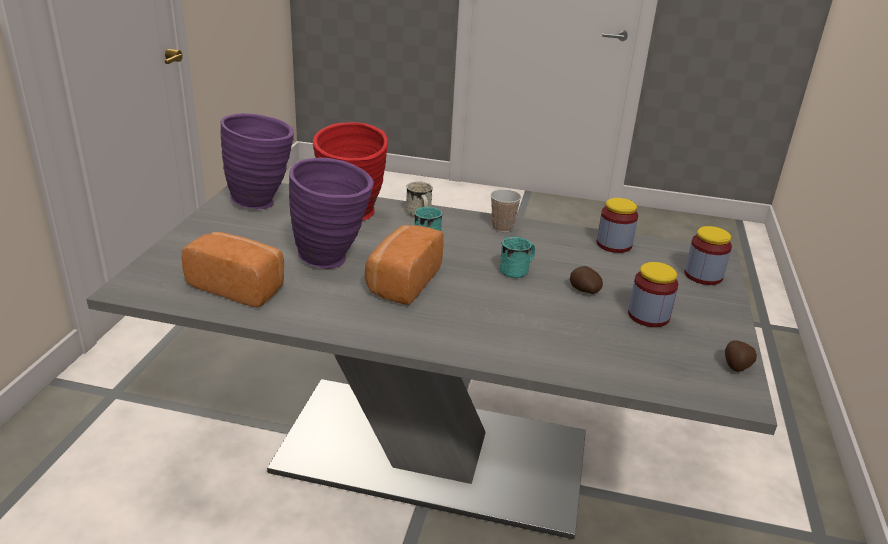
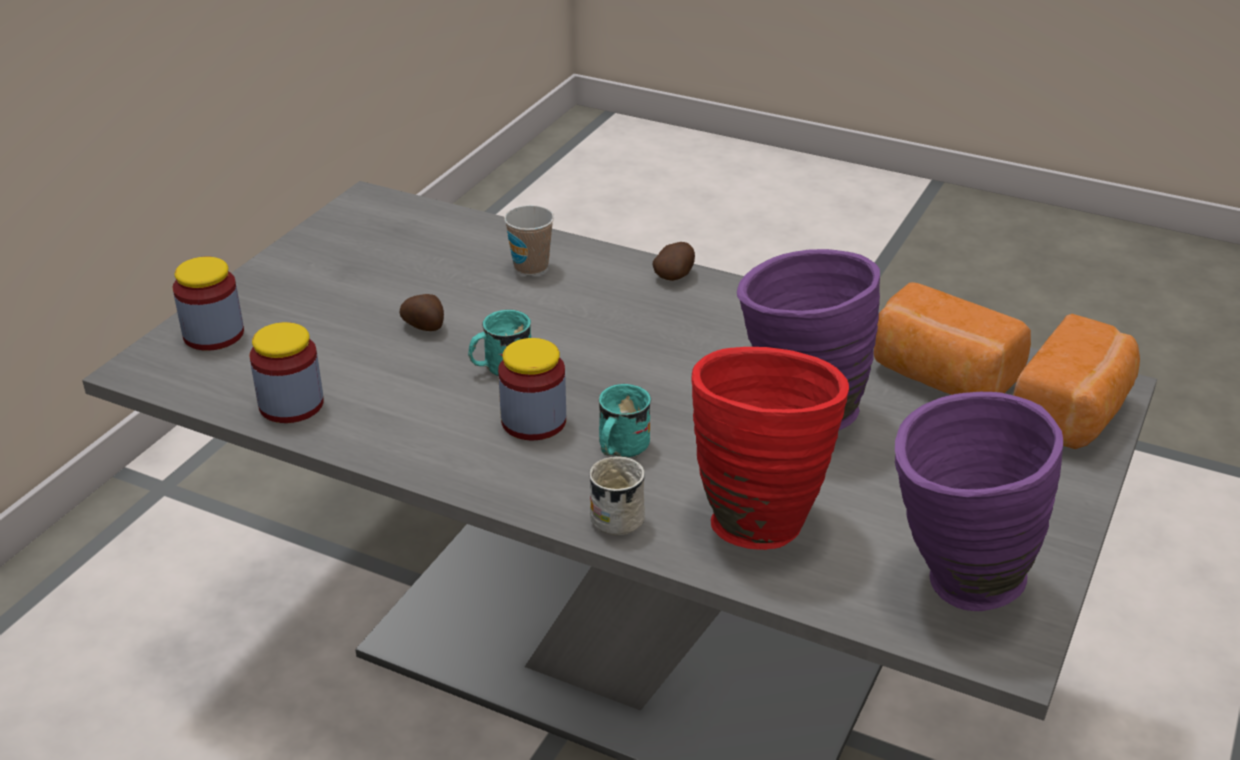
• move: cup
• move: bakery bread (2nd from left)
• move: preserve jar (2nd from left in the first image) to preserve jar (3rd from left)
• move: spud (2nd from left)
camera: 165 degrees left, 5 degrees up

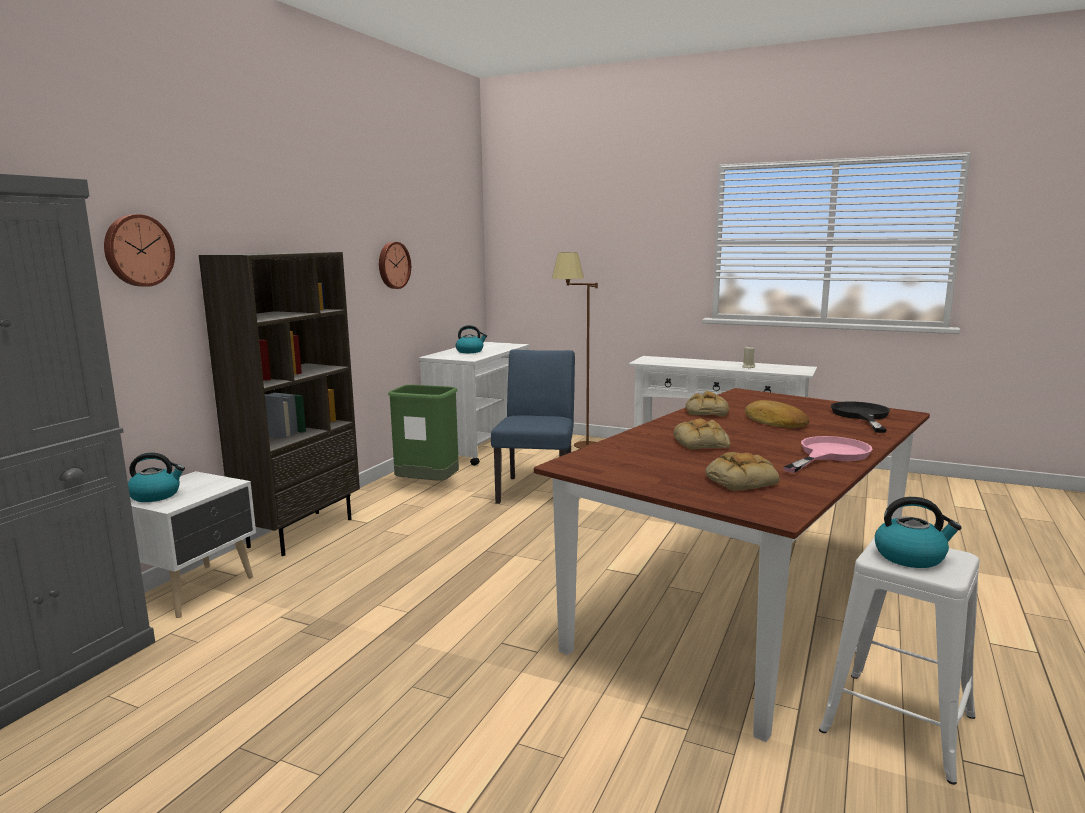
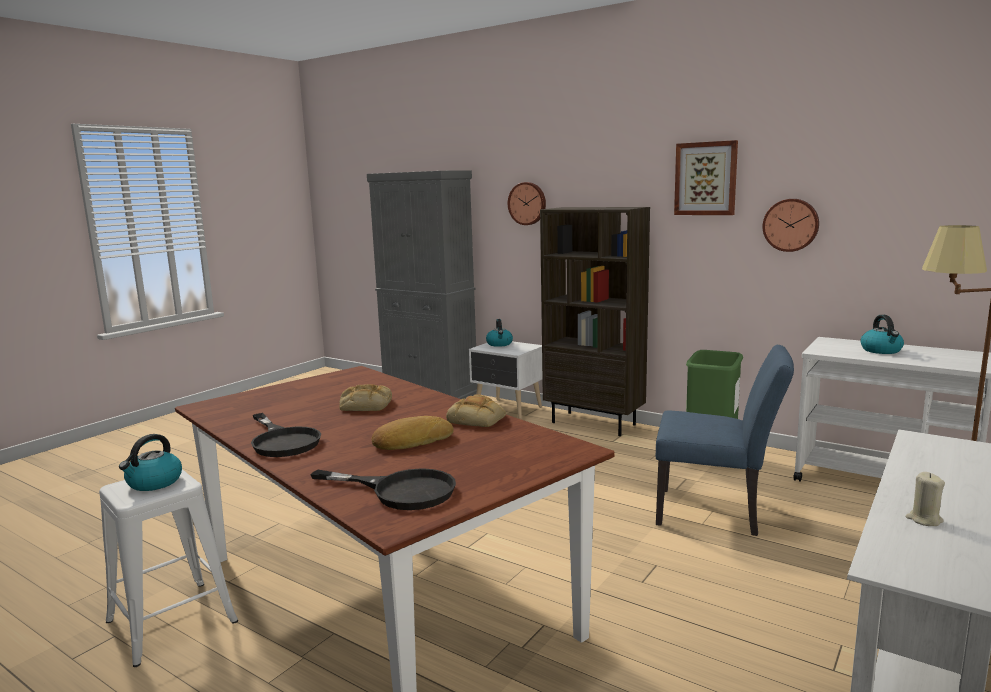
• recolor: pink pan to blackish pan (1st from left)
• delete: bakery bread (3rd from left)
• insert: picture
camera: 100 degrees right, 0 degrees up

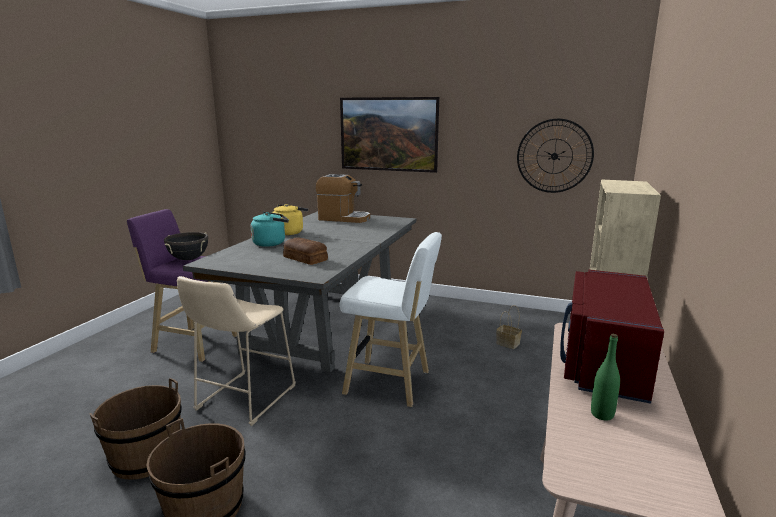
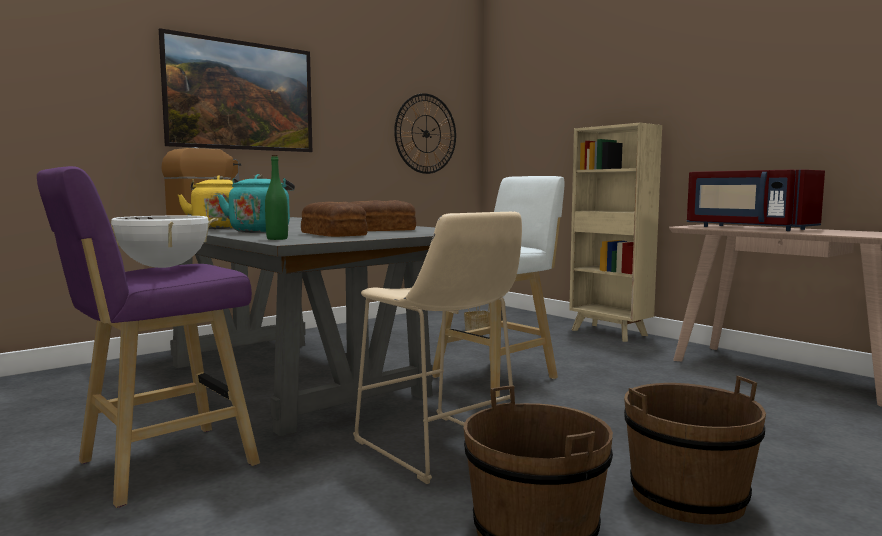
• recolor: blackish stockpot to white-coloured stockpot
• move: greenish beverage bottle
• insert: bakery bread (1st from left)
camera: 60 degrees left, 10 degrees down

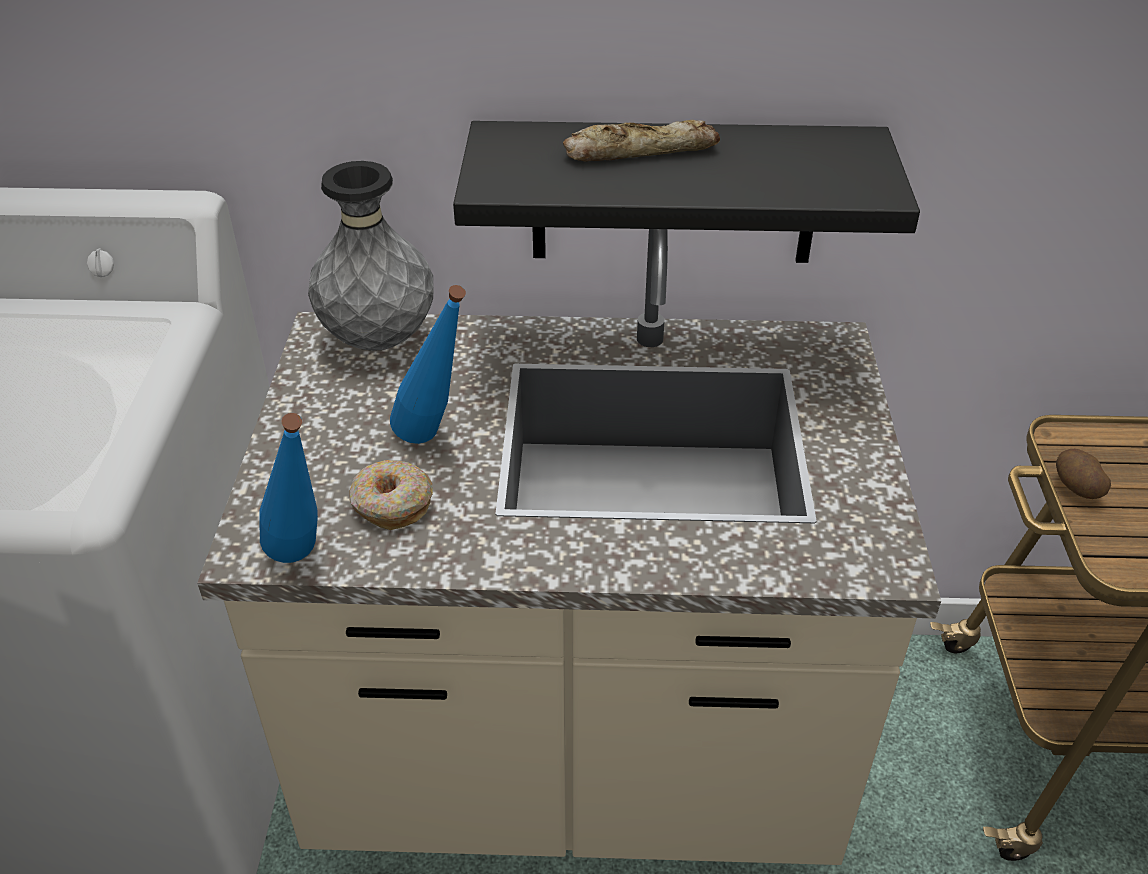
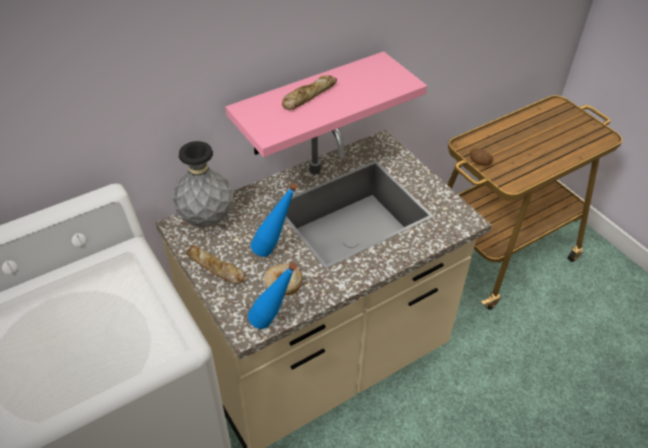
• recolor: blackish wall shelf to pink wall shelf
• insert: bakery bread (1st from left)
camera: 35 degrees left, 5 degrees up

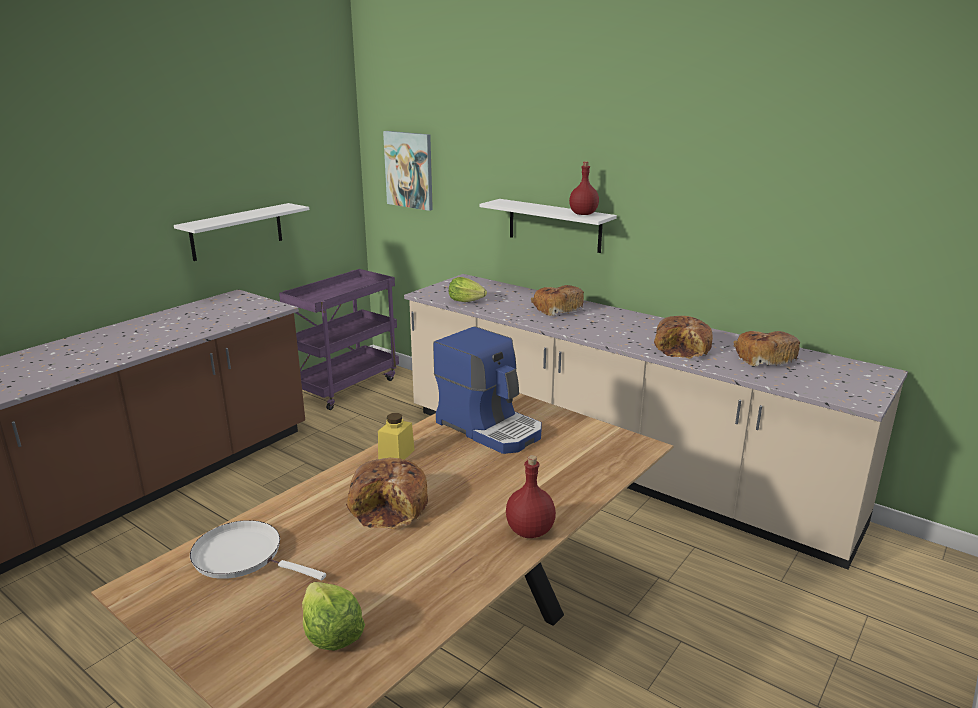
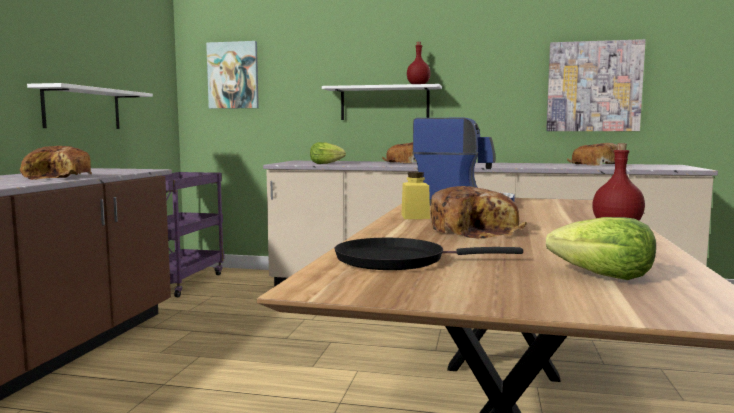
• move: bakery bread (3rd from left in the first image) to bakery bread (1st from left)
• recolor: white-coloured pan to blackish pan
• insert: picture (2nd from left)
camera: 25 degrees left, 15 degrees down

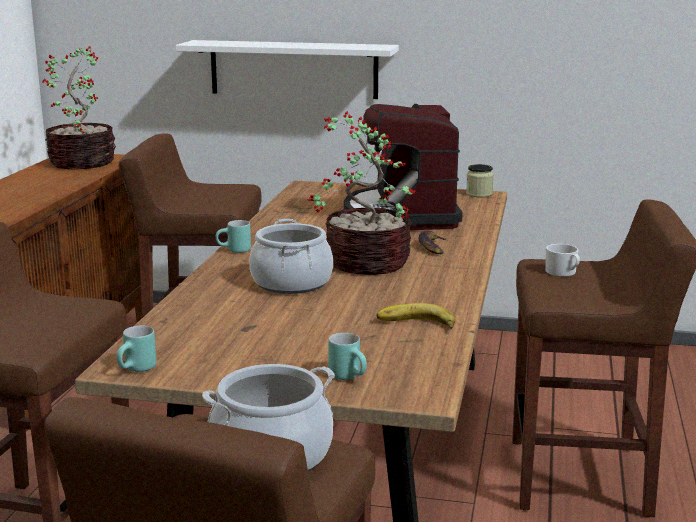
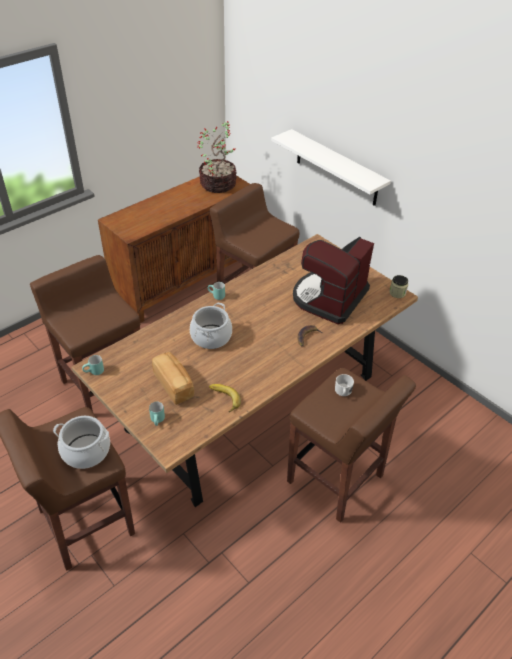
• delete: plant in a pot (2nd from left)
• insert: bakery bread
camera: 35 degrees right, 25 degrees up

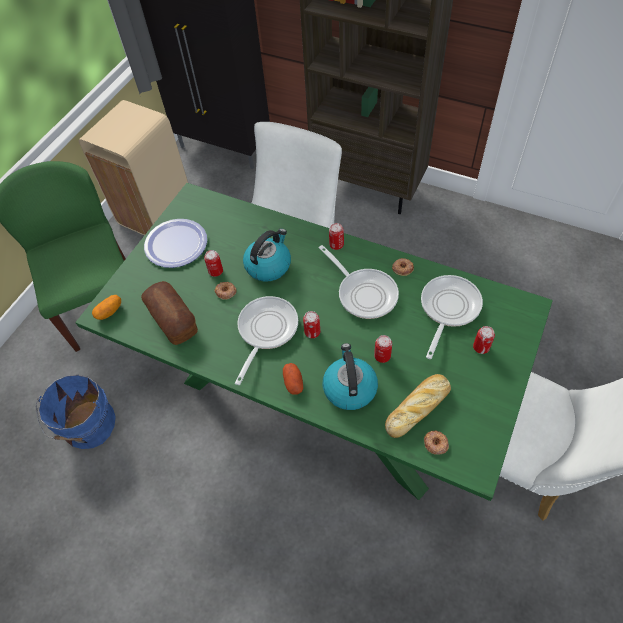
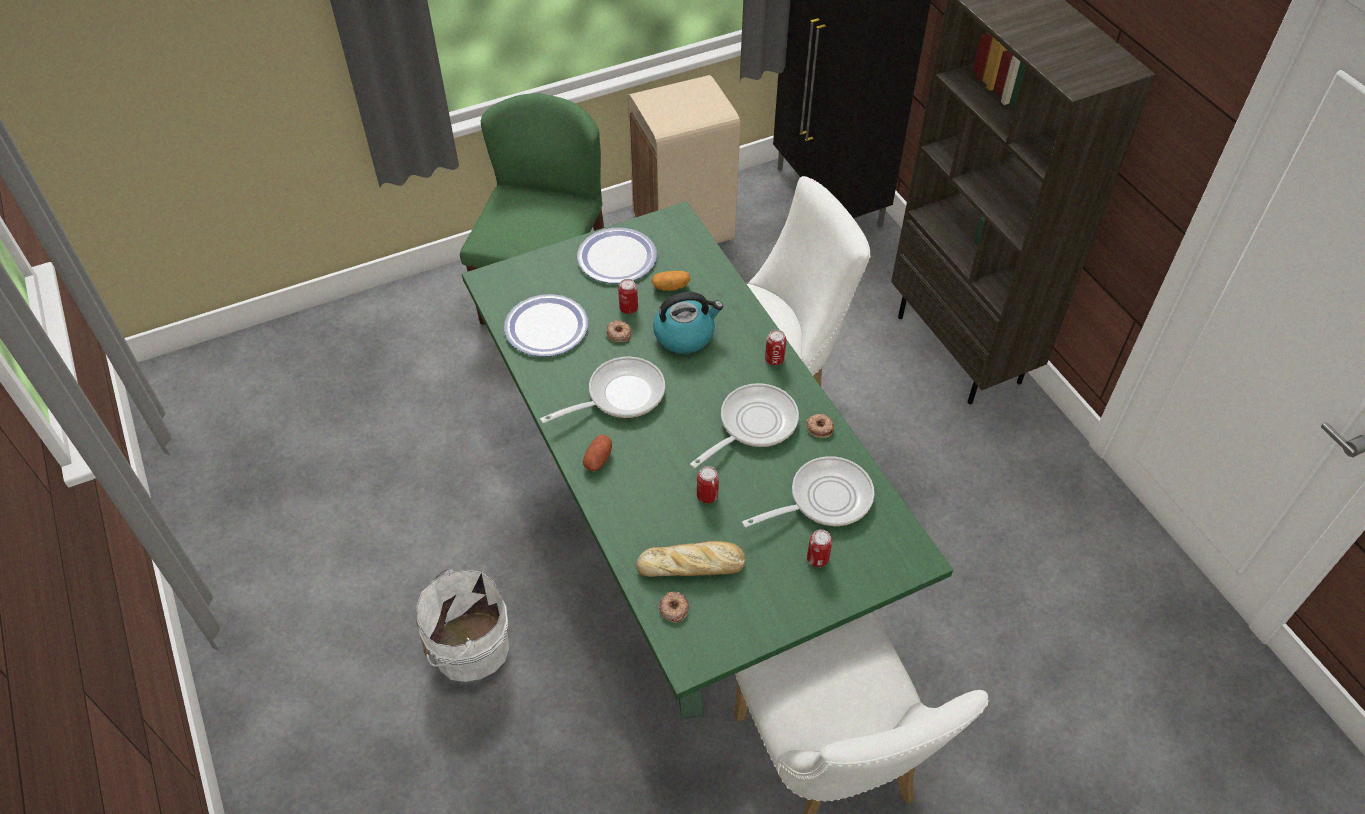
• rotate: pan (2nd from left) 135 degrees counterclockwise
• replace: bakery bread (1st from left) to flat dish (1st from left)
• move: spud (1st from left in the first image) to spud (2nd from left)
• delete: can (2nd from left)
• delete: tea kettle (2nd from left)
• delete: blue bucket
• insert: white-coloured bucket
camera: 35 degrees right, 5 degrees down

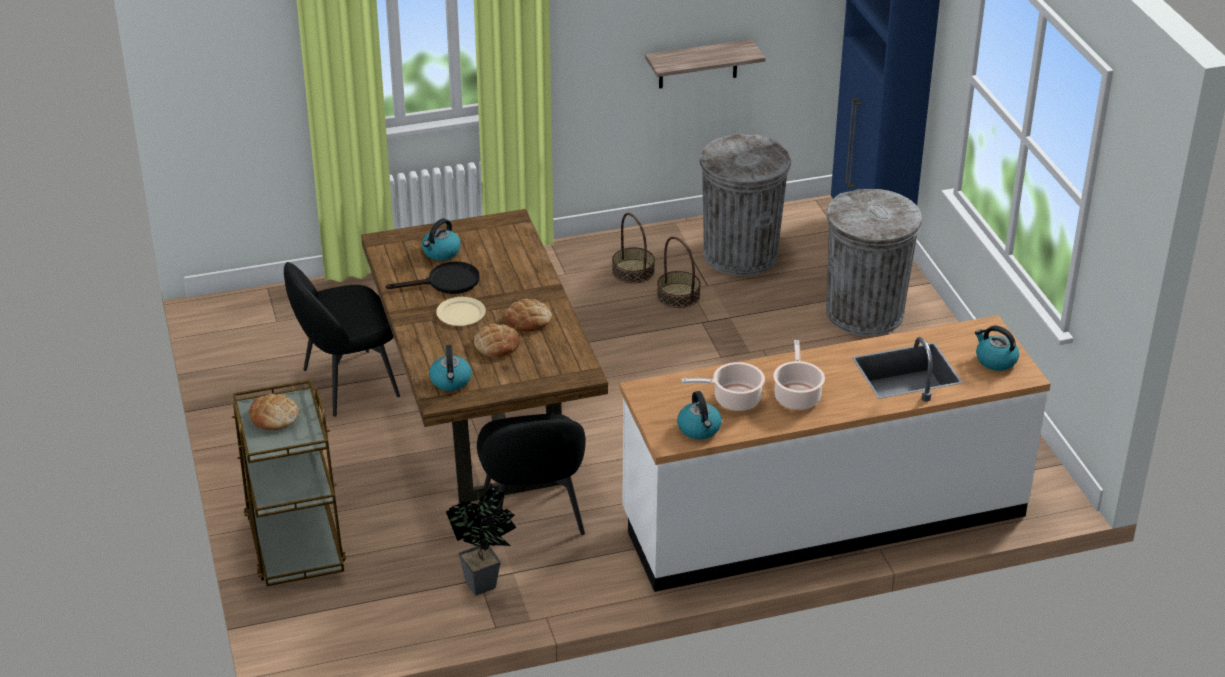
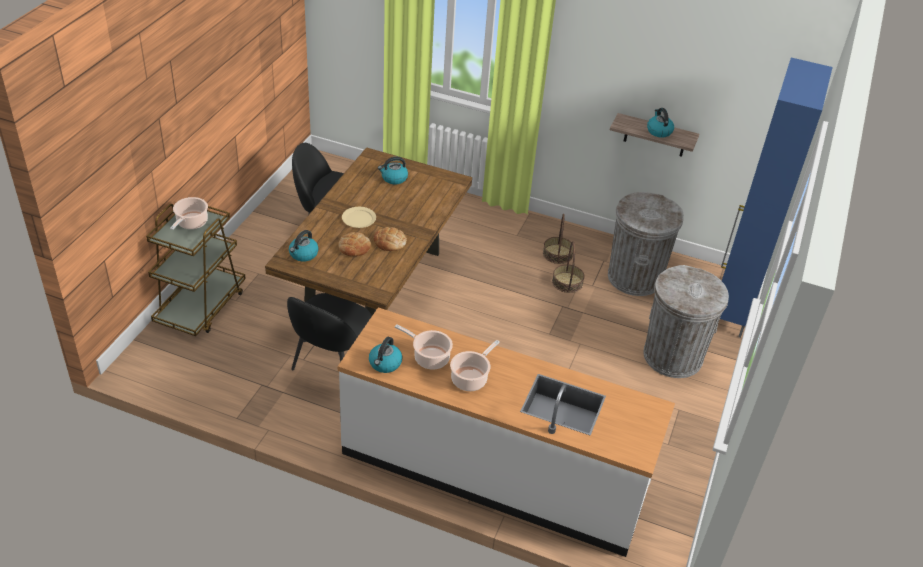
• delete: blackish pan
• move: tea kettle (4th from left)
• replace: bakery bread (1st from left) to stockpot (1st from left)
• delete: plant in a pot
camera: 35 degrees right, 5 degrees up

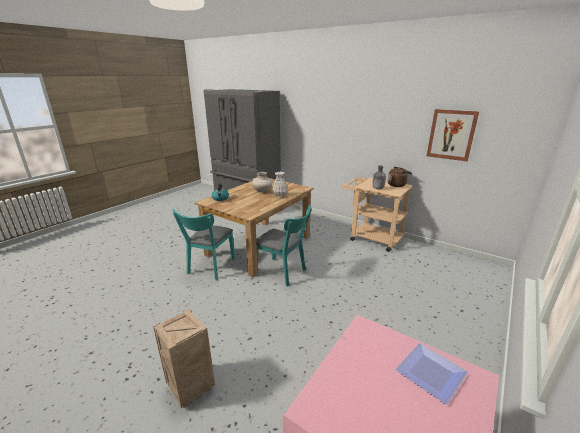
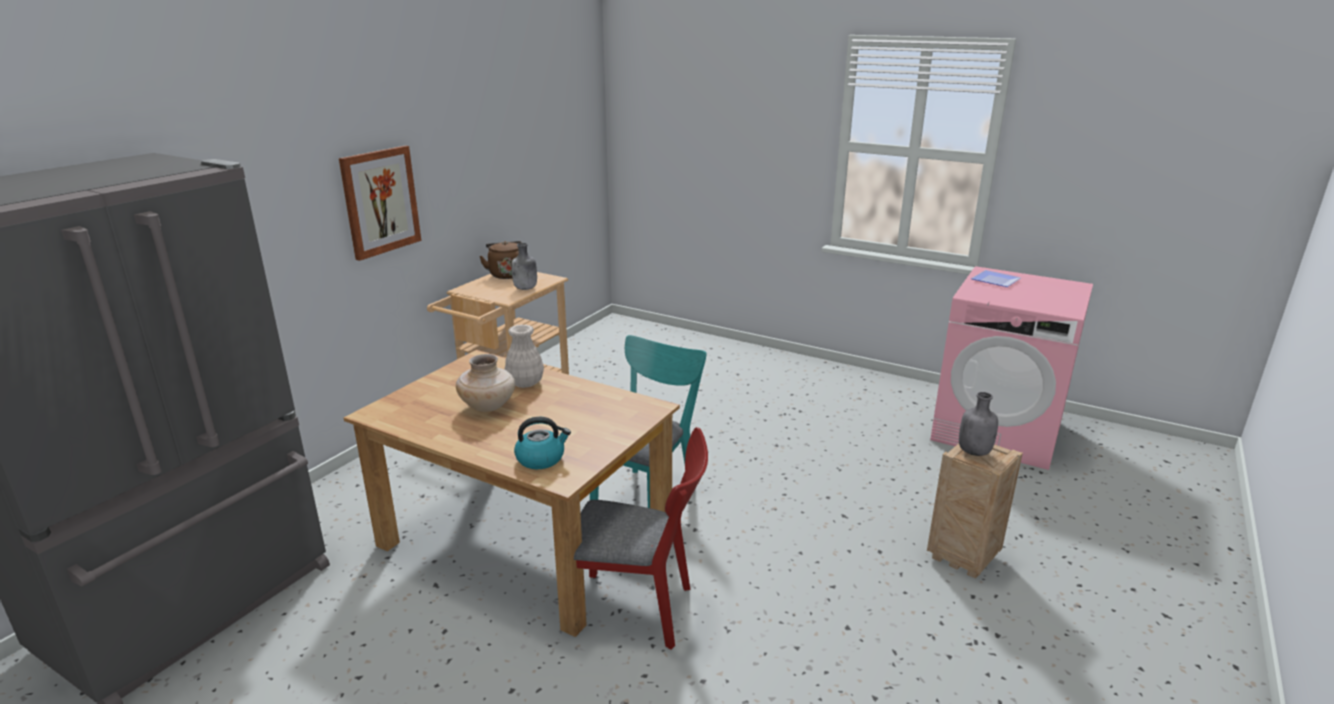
• move: picture
• recolor: turquoise-coloured upright chair (1st from left) to red-coloured upright chair
• insert: gray beverage bottle (2nd from left)
camera: 95 degrees left, 0 degrees up

